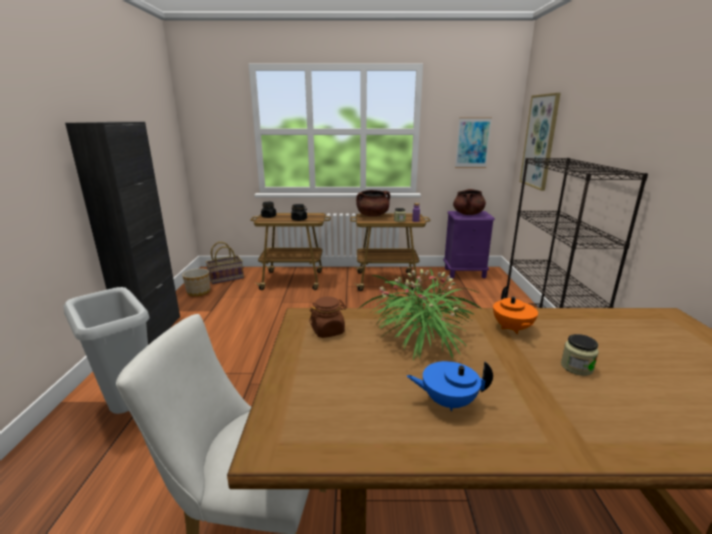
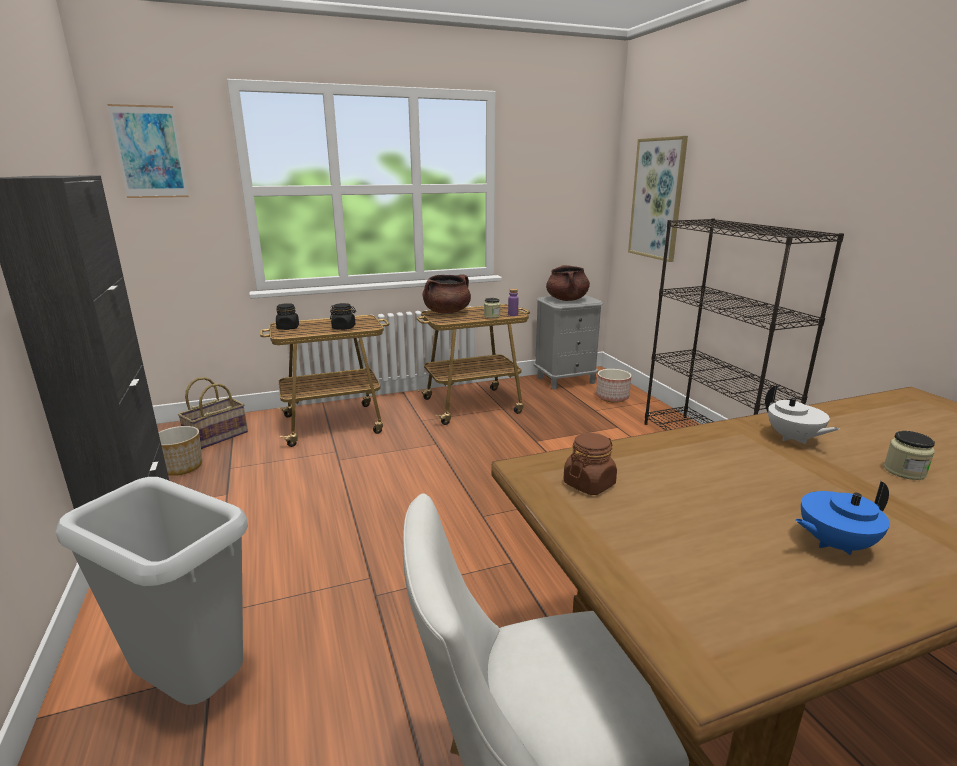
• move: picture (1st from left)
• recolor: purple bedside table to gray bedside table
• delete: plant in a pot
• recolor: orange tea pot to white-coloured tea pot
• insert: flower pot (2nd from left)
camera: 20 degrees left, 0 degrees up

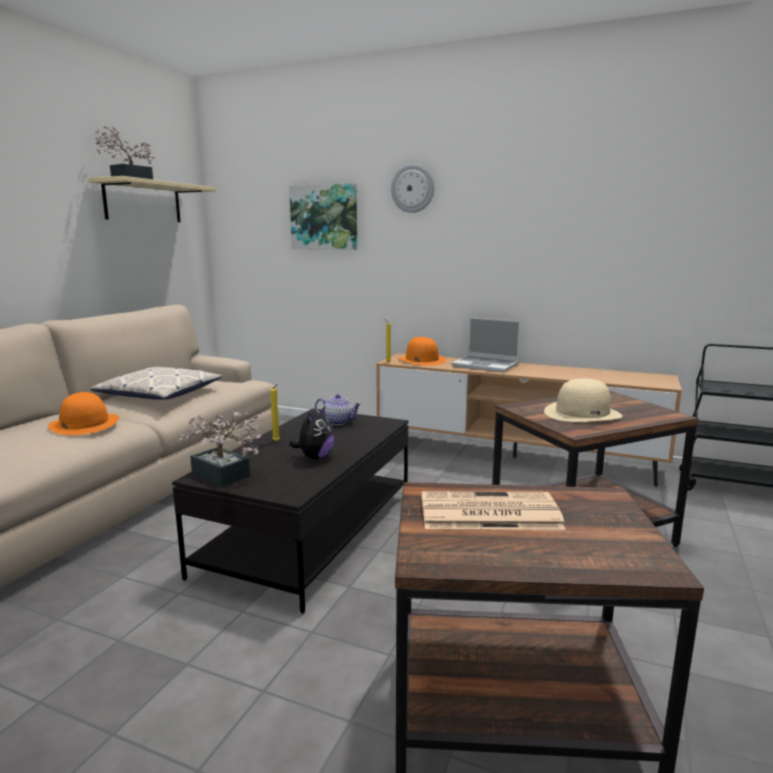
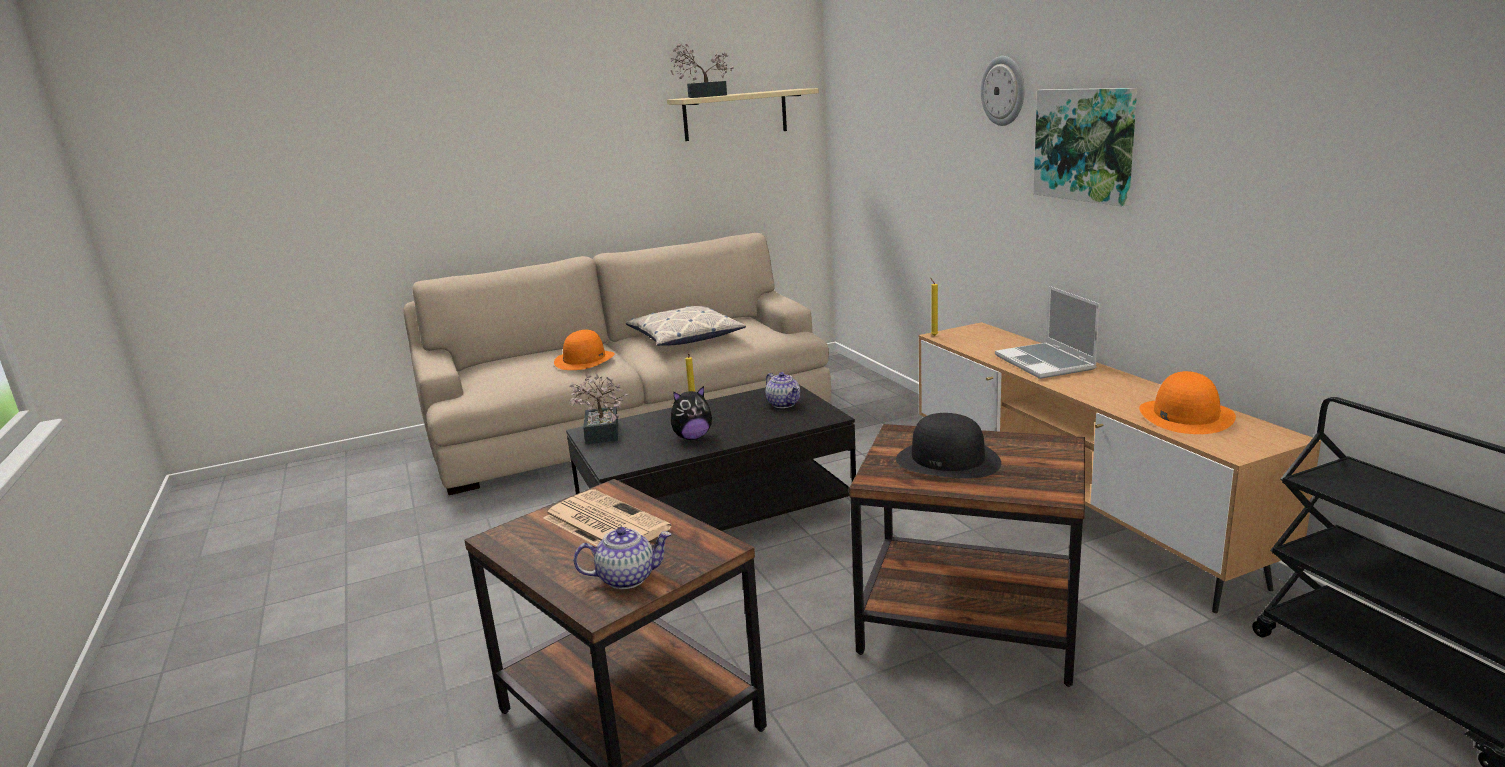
• move: picture
• move: orange clothing hat (2nd from left)
• recolor: beige-coloured clothing hat to blackish clothing hat
• insert: tea pot (1st from left)
camera: 45 degrees right, 5 degrees up

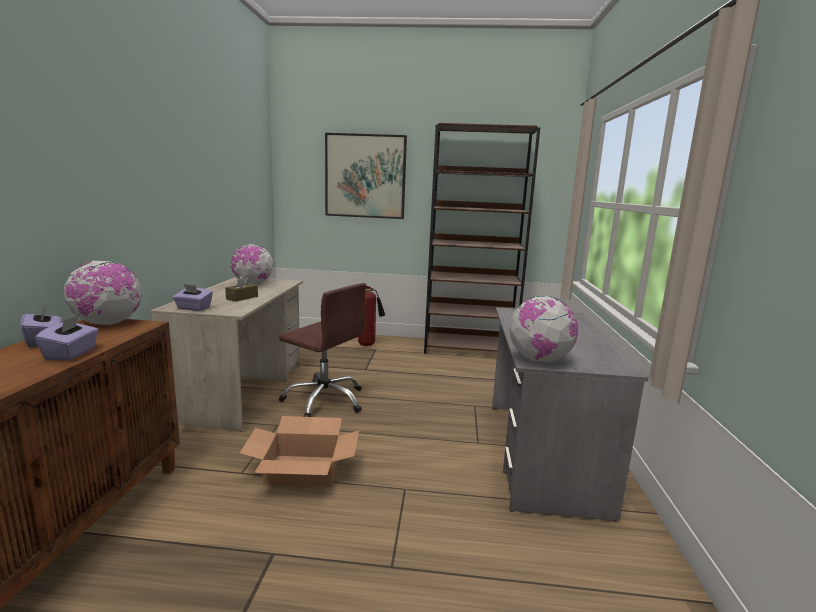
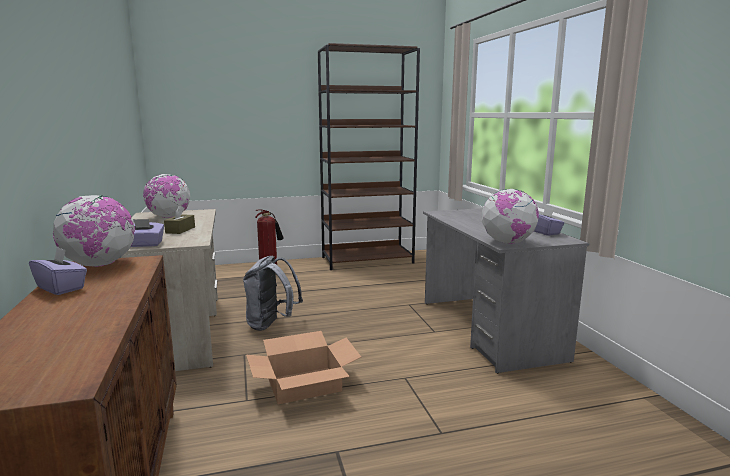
• delete: picture
• replace: brownish office chair to gray backpack
• move: purple tissue box (2nd from left in the first image) to purple tissue box (3rd from left)
camera: 20 degrees left, 0 degrees up

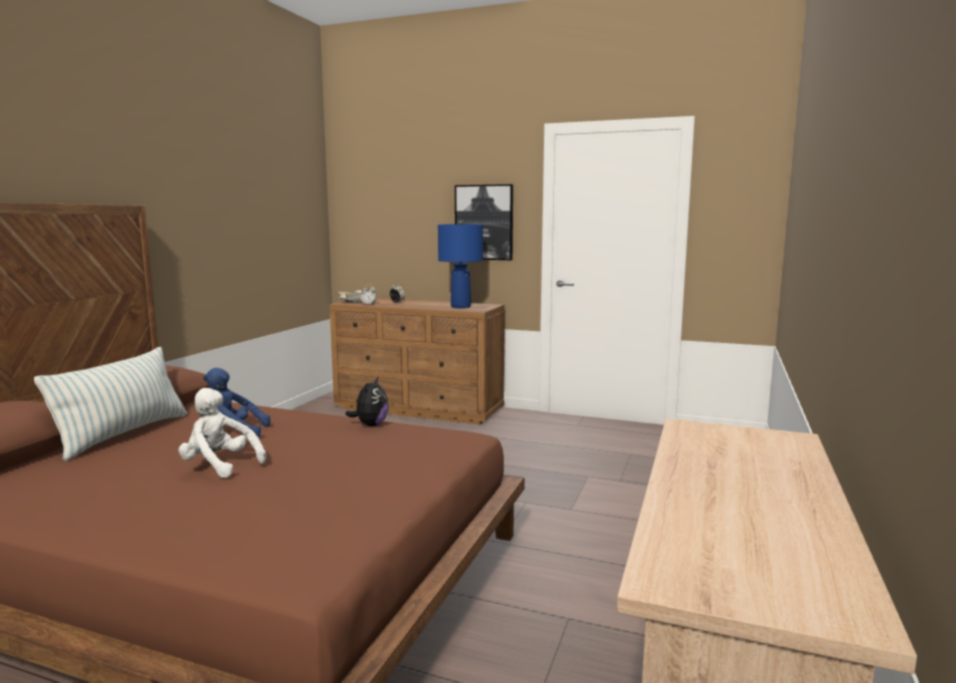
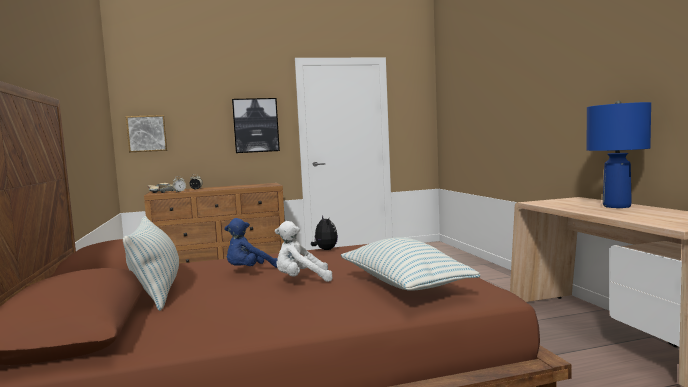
• move: blue tabletop lamp
• insert: picture (1st from left)
• insert: pillow (2nd from left)
camera: 35 degrees left, 5 degrees down

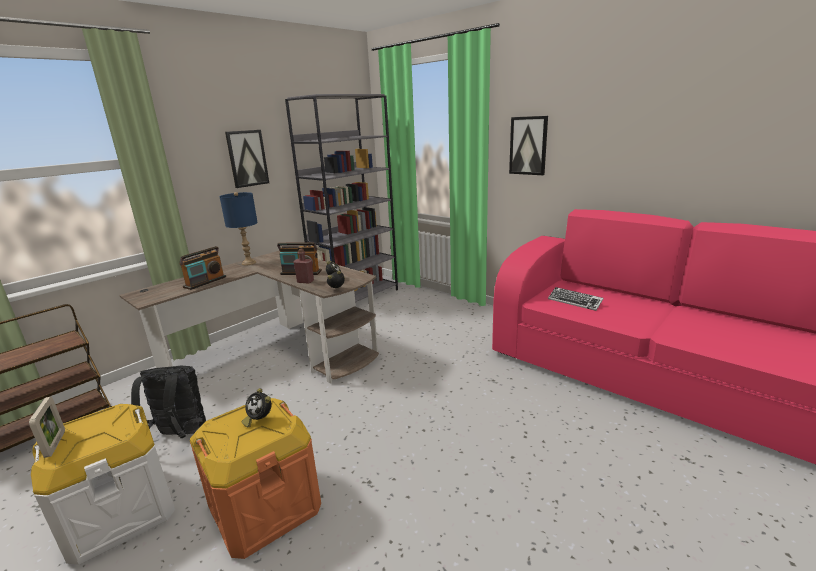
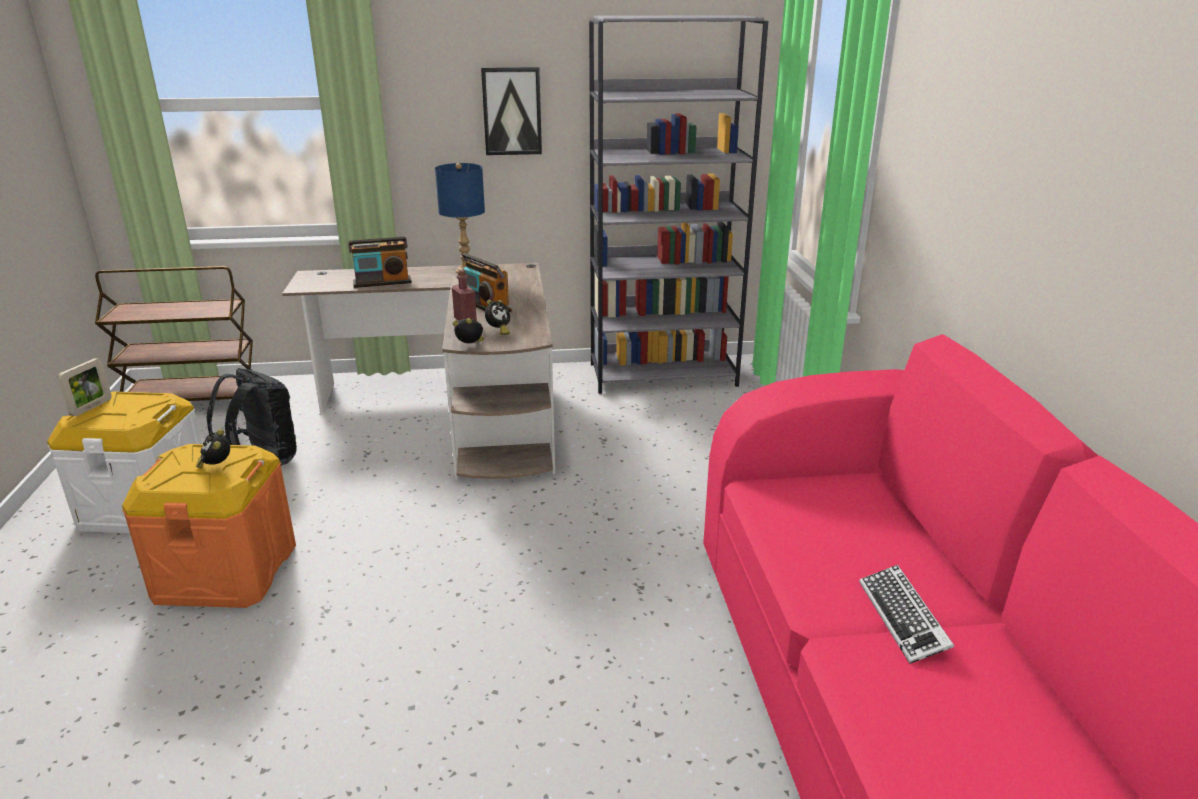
• delete: picture (2nd from left)
• move: keyboard
camera: 40 degrees right, 5 degrees up

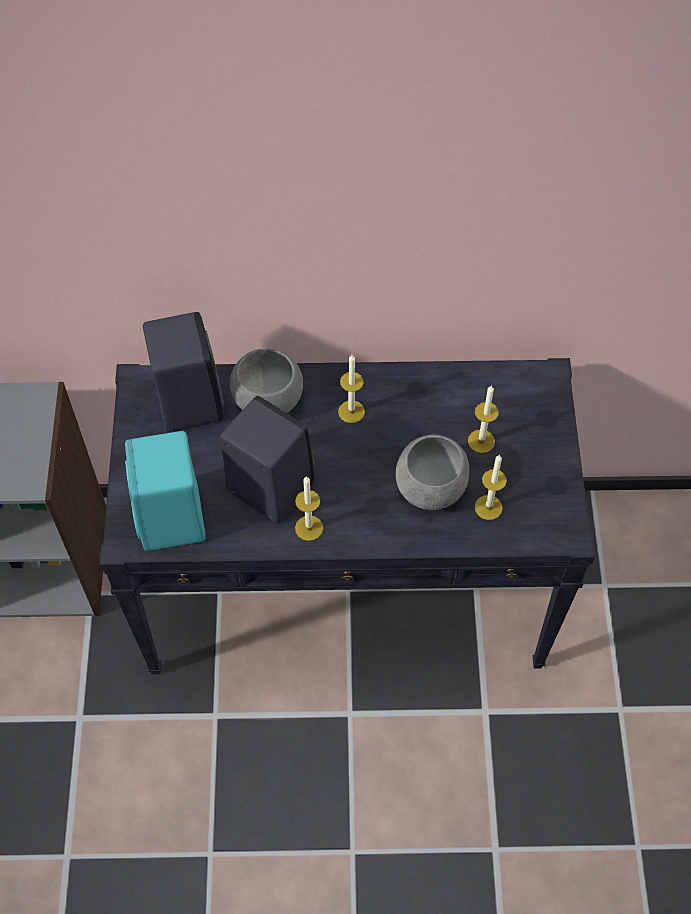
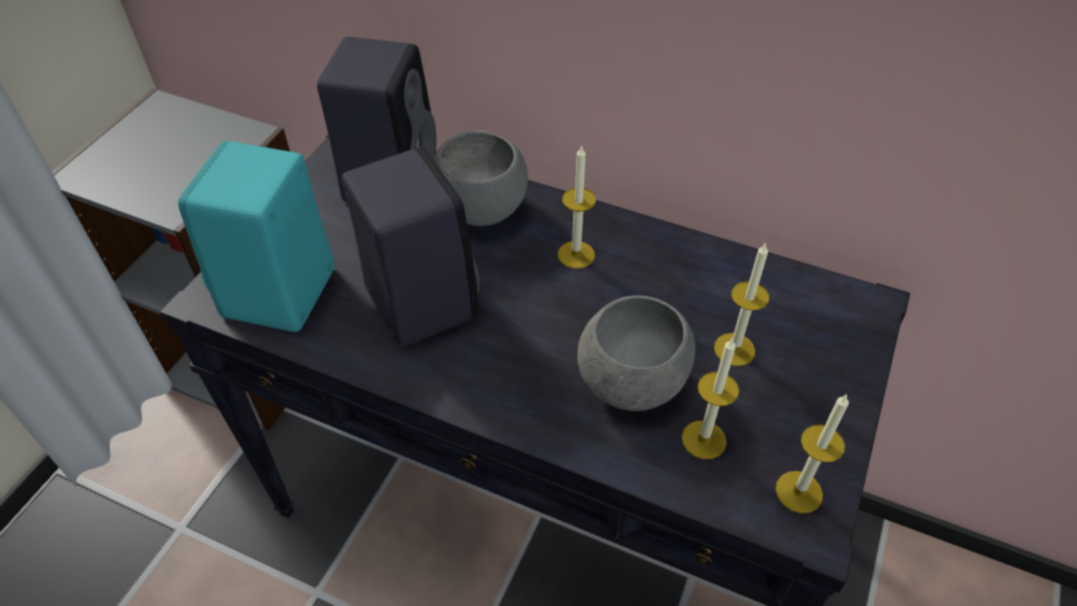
• move: wax candle (1st from left in the first image) to wax candle (4th from left)
camera: 25 degrees right, 10 degrees down

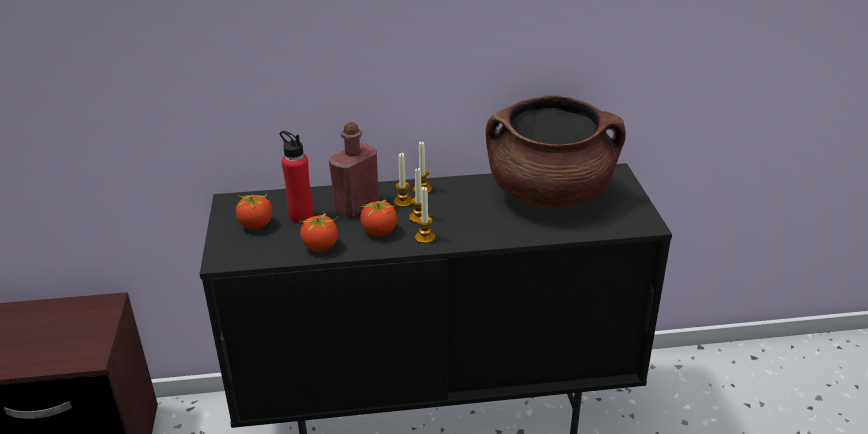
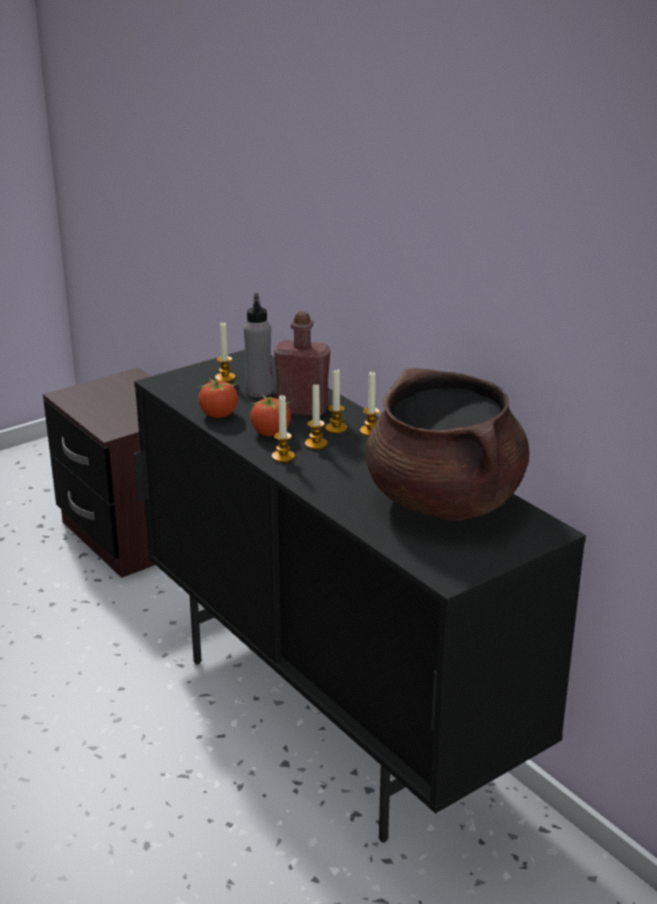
• recolor: red-coloured beverage bottle (1st from left) to gray beverage bottle
• replace: whole tomato (1st from left) to wax candle (1st from left)
camera: 60 degrees right, 5 degrees down

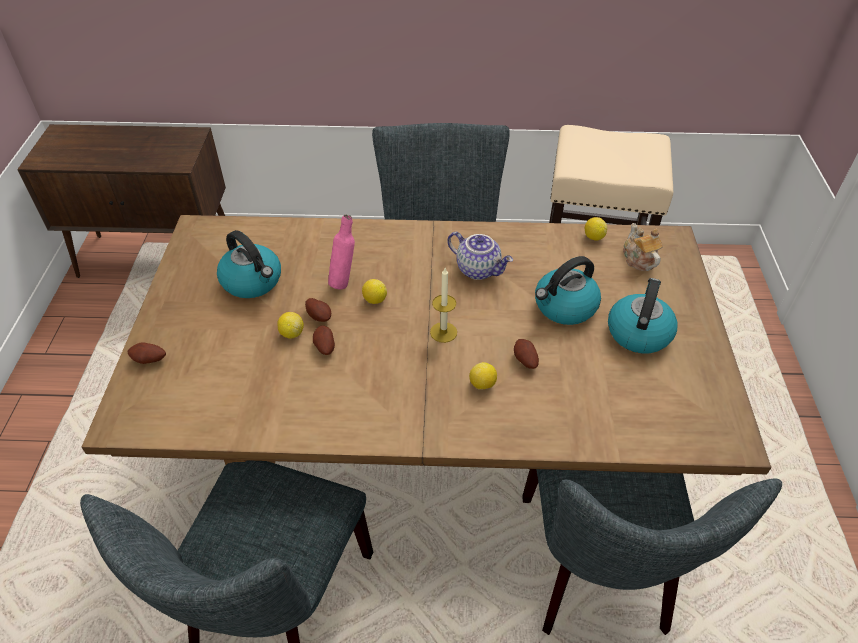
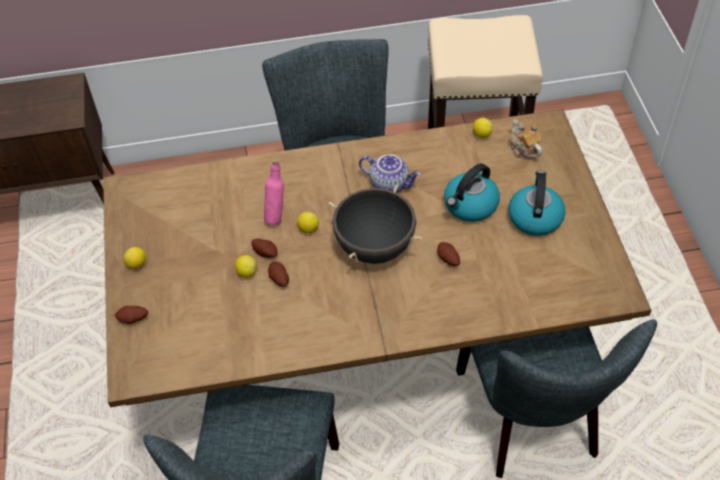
• delete: tea kettle (1st from left)
• replace: wax candle to blackish stockpot
• move: lemon (3rd from left in the first image) to lemon (1st from left)
camera: 10 degrees left, 5 degrees up

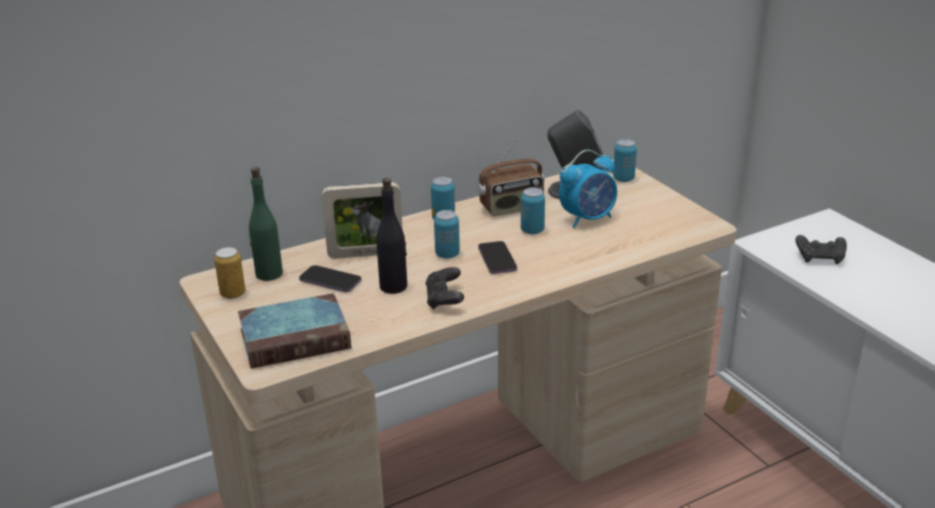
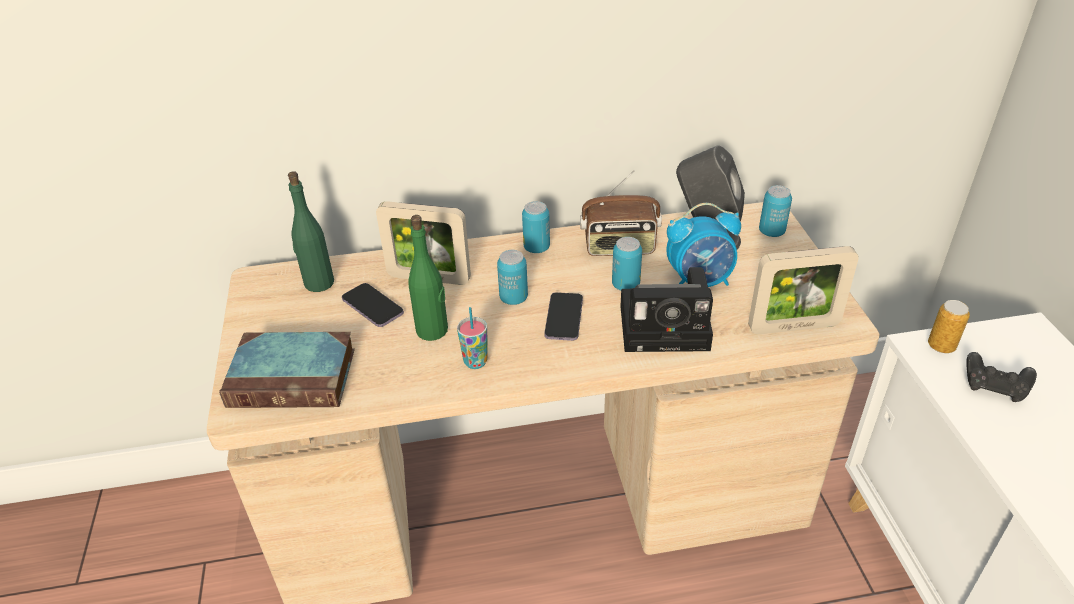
• recolor: blackish beverage bottle to greenish beverage bottle (2nd from left)
• move: can (1st from left in the first image) to can (5th from left)
• replace: blackish joypad (1st from left) to cup
• insert: picture frame (2nd from left)
• insert: photo camera
camera: 20 degrees right, 10 degrees up

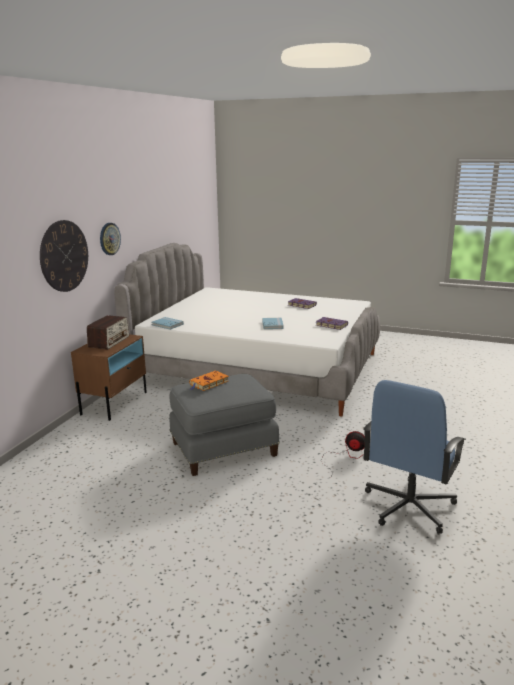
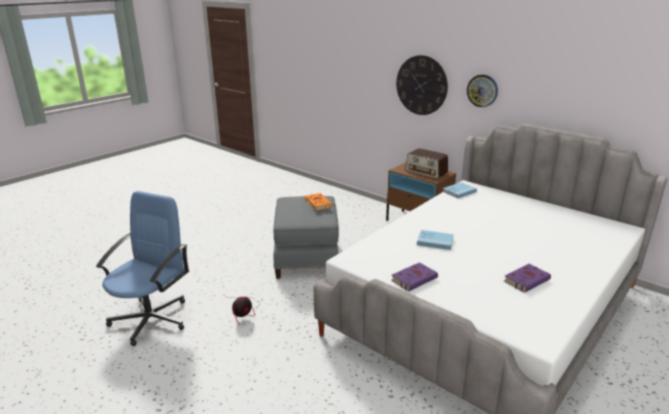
• rotate: blue office chair 60 degrees clockwise
camera: 110 degrees right, 5 degrees up

